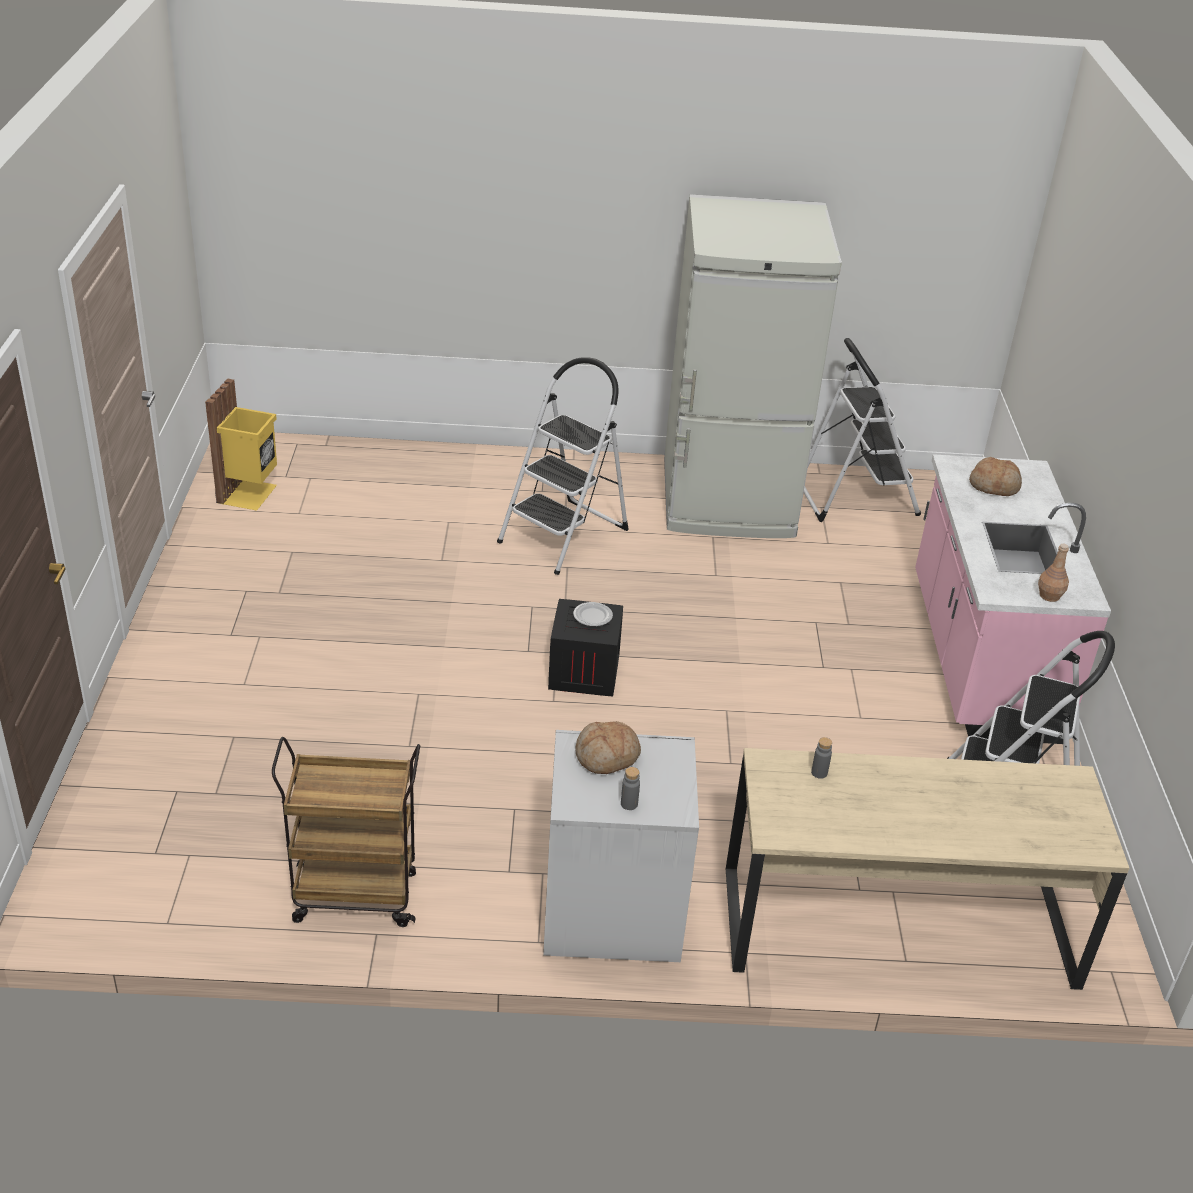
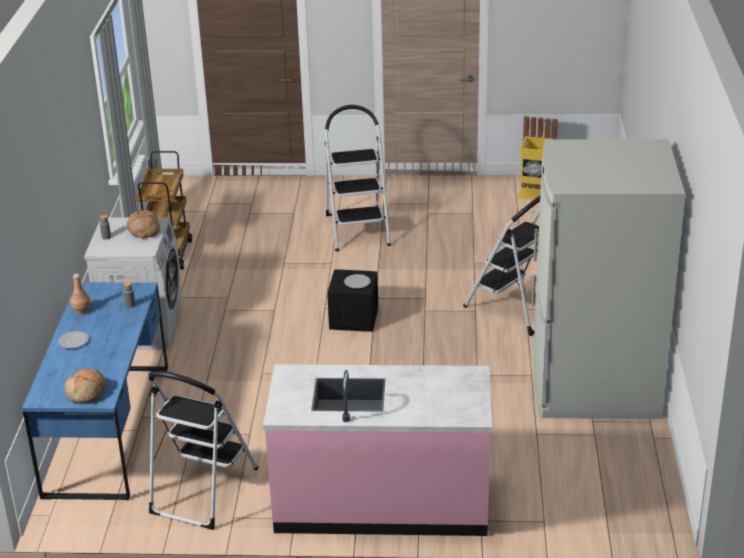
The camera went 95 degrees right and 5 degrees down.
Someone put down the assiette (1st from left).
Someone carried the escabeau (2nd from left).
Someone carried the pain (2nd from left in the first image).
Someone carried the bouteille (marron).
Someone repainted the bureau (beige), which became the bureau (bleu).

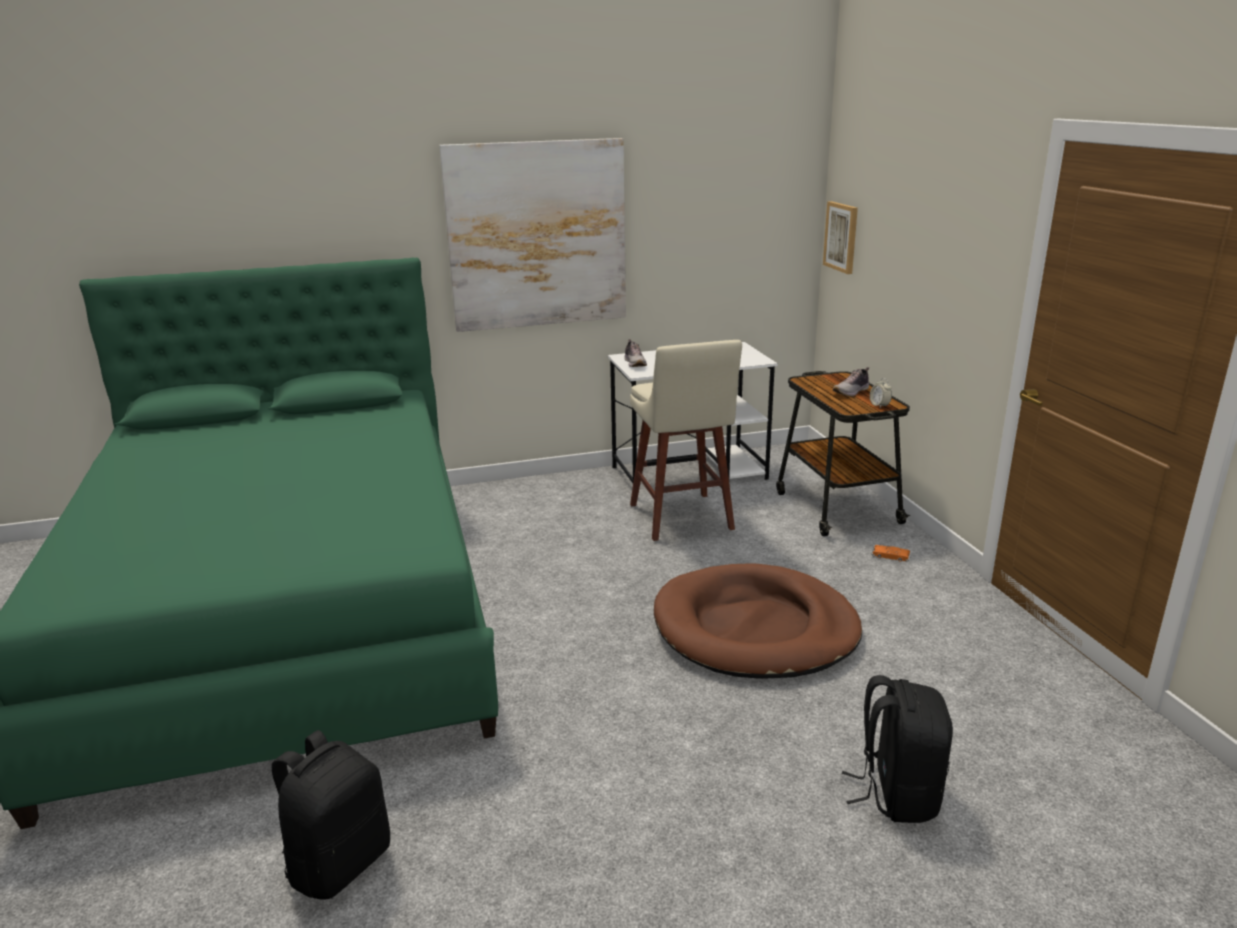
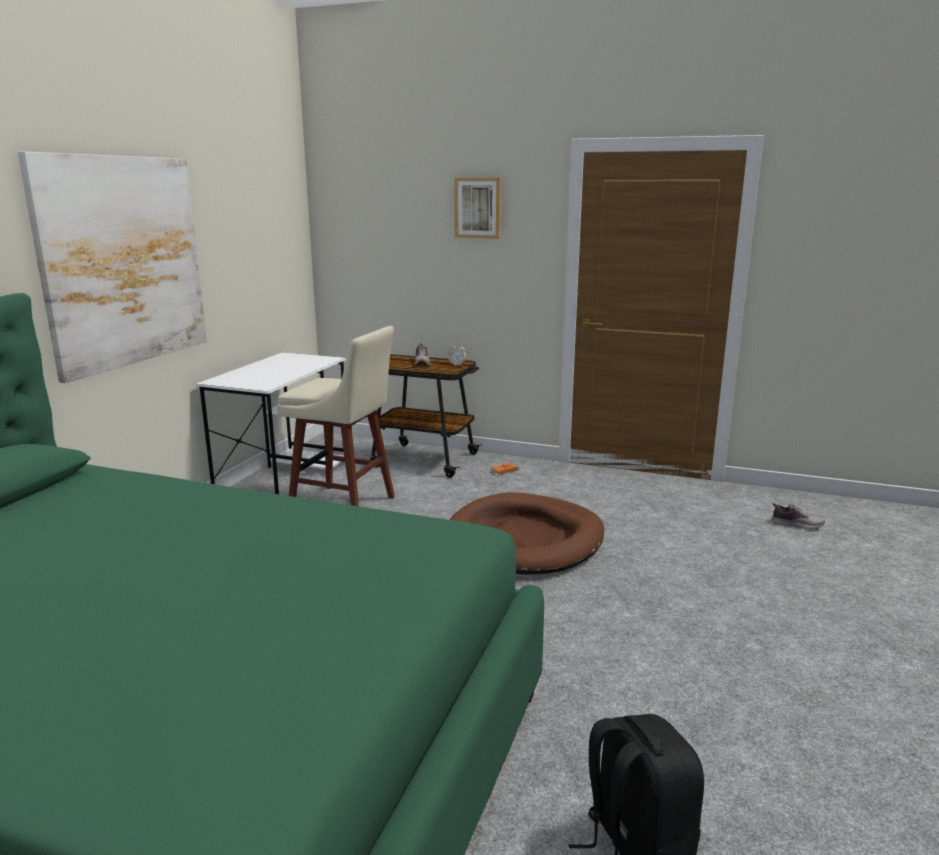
The camera went 55 degrees left and 5 degrees down.
Someone took away the sac à dos (noir) (2nd from left).
Someone carried the chaussure (1st from left in the first image).
Someone carried the tableau (2nd from left).

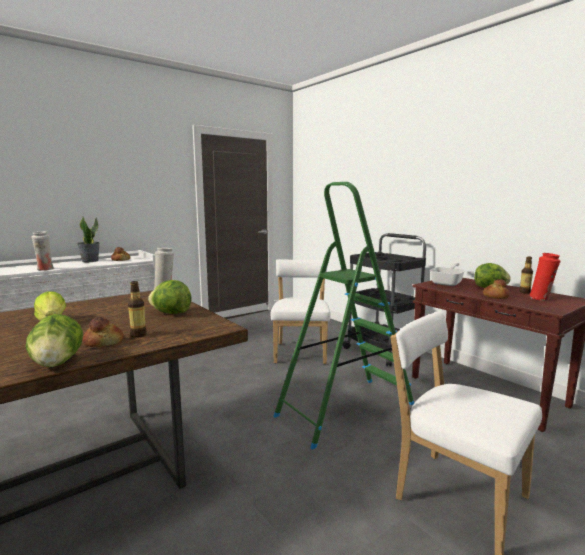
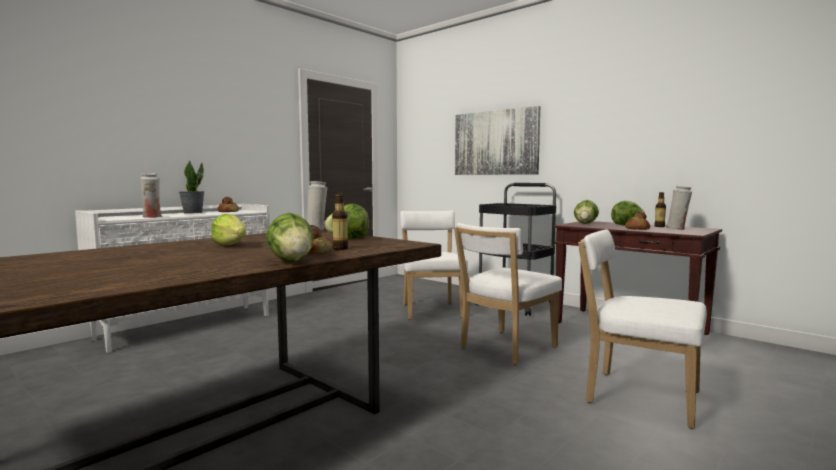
The camera went 10 degrees left and 5 degrees down.
Someone put up the tableau.
Someone swapped the escabeau (vert) for the chaise (blanc) (2nd from left).
Someone swapped the poêle for the laitue (4th from left).
Someone repainted the vase (rouge), which became the vase (blanc) (3rd from left).

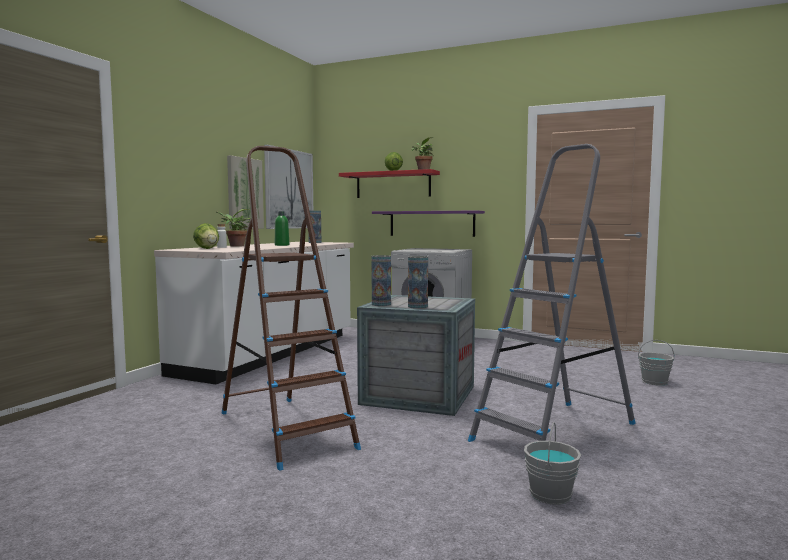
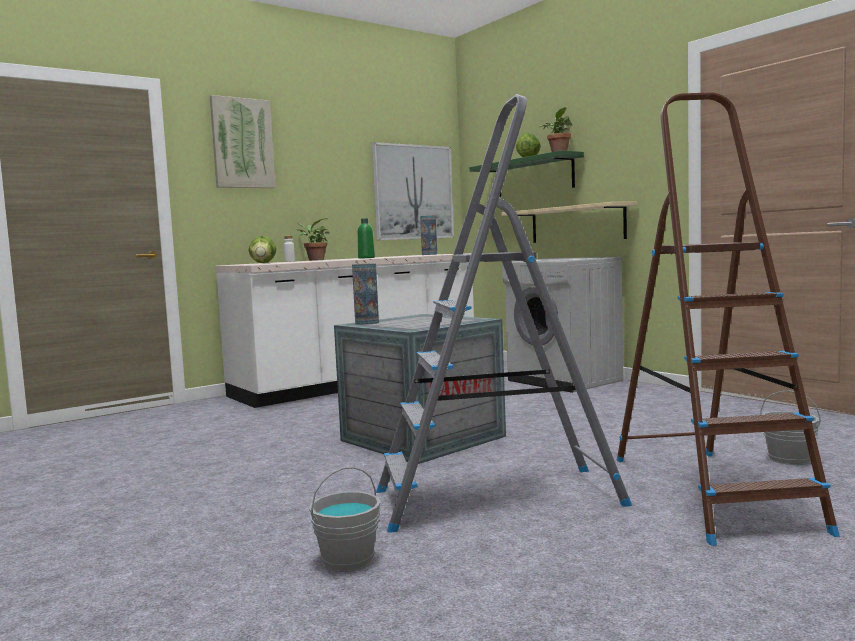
The camera went 30 degrees right and 0 degrees up.
Someone took away the vase (3rd from left).
Someone carried the escabeau (marron).
Someone carried the tableau (1st from left).
Someone repainted the étagère (rouge), which became the étagère (vert).
Someone repainted the étagère (violet), which became the étagère (beige).

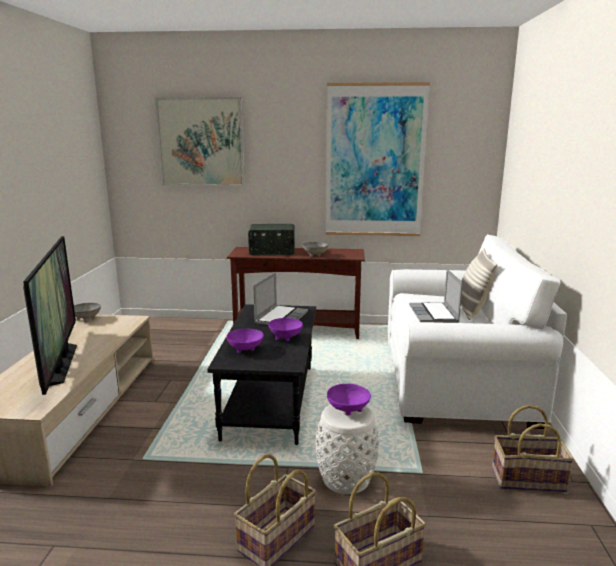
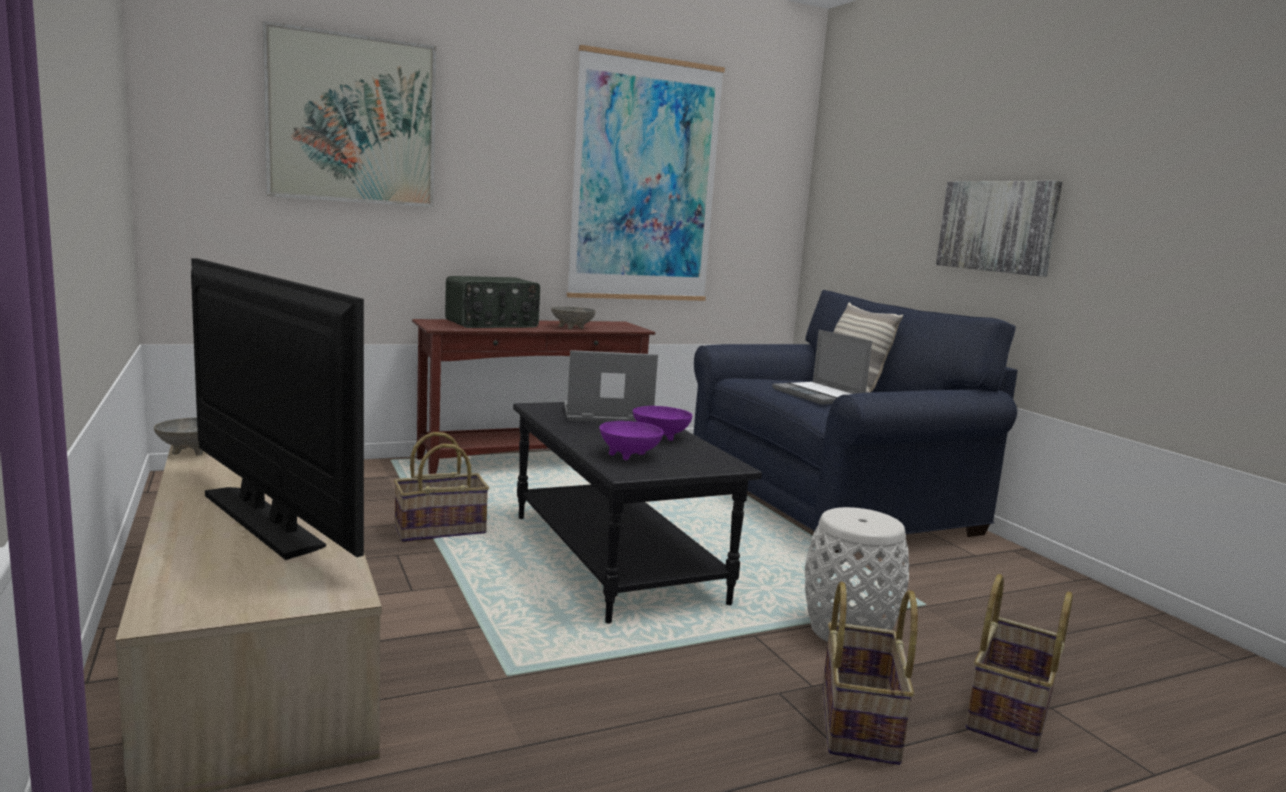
The camera went 30 degrees left and 5 degrees down.
Someone took away the bol (violet) (3rd from left).
Someone put up the tableau (3rd from left).
Someone carried the panier (3rd from left in the first image).
Someone repainted the canapé (blanc), which became the canapé (bleu).
Someone rotated the ordinateur portable (1st from left) by 90 degrees counterclockwise.

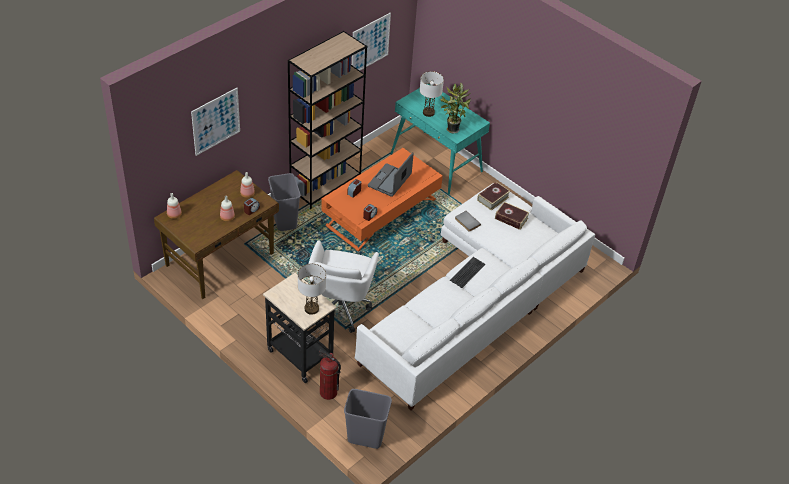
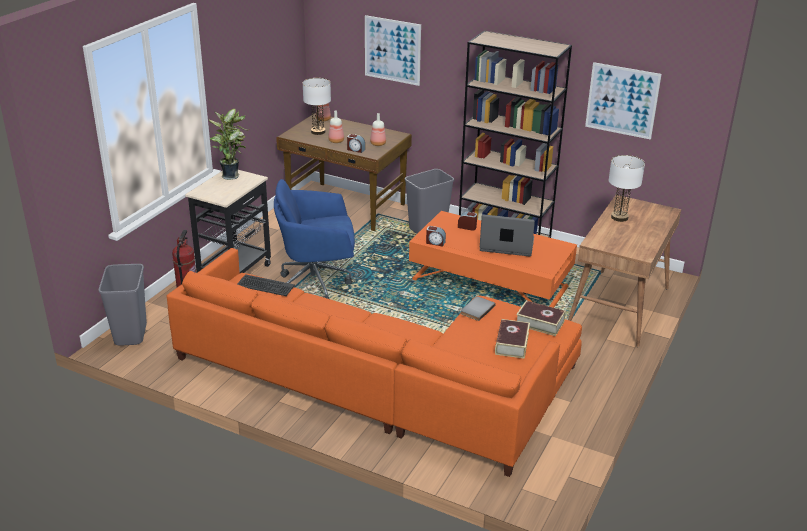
The camera went 75 degrees right and 15 degrees down.
Someone carried the lampe de table (1st from left).
Someone carried the plante en pot.
Someone carried the clavier.
Someone repainted the chaise de bureau (blanc), which became the chaise de bureau (bleu).
Someone repainted the canapé (blanc), which became the canapé (orange).
Someone repainted the bureau (turquoise), which became the bureau (marron) (2nd from left).

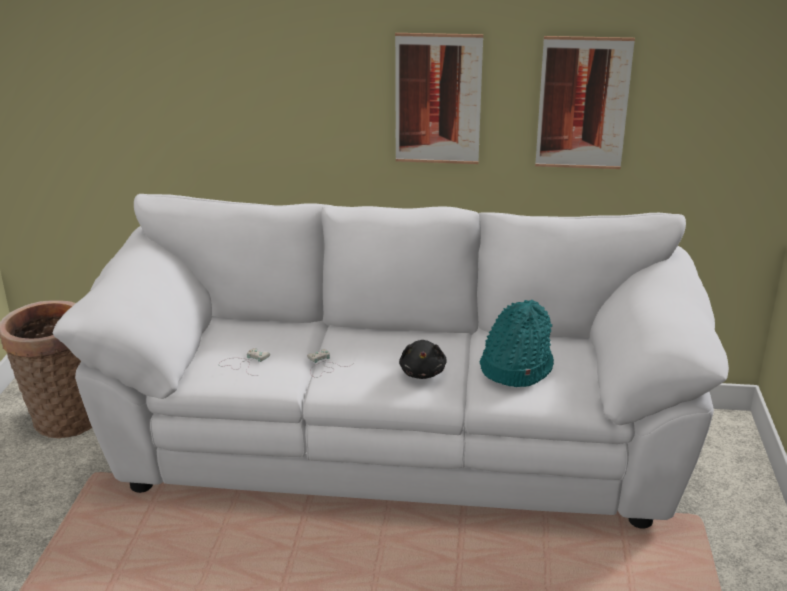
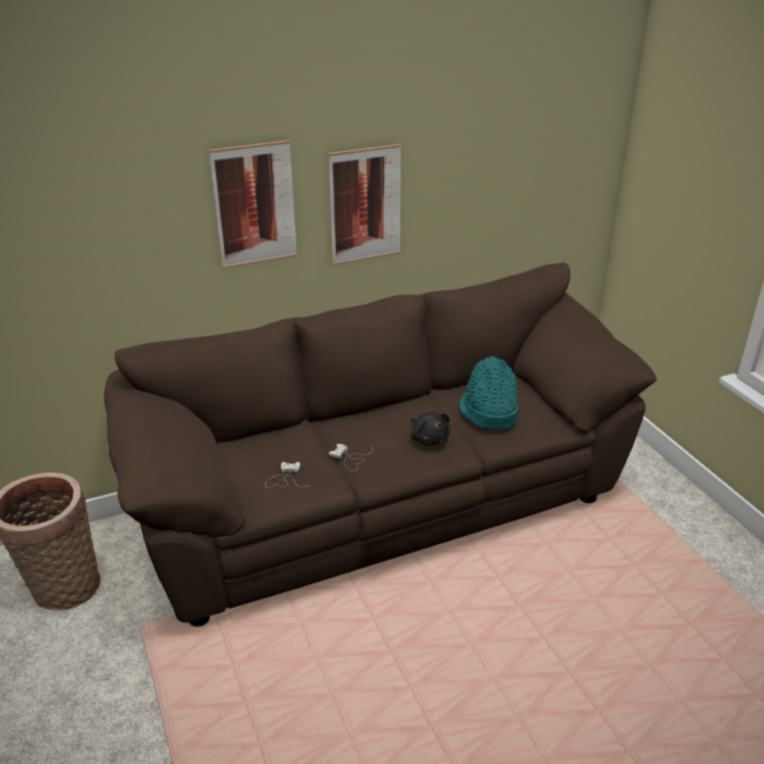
The camera went 30 degrees left and 5 degrees up.
Someone carried the tableau (2nd from left in the first image).
Someone repainted the canapé (blanc), which became the canapé (marron).

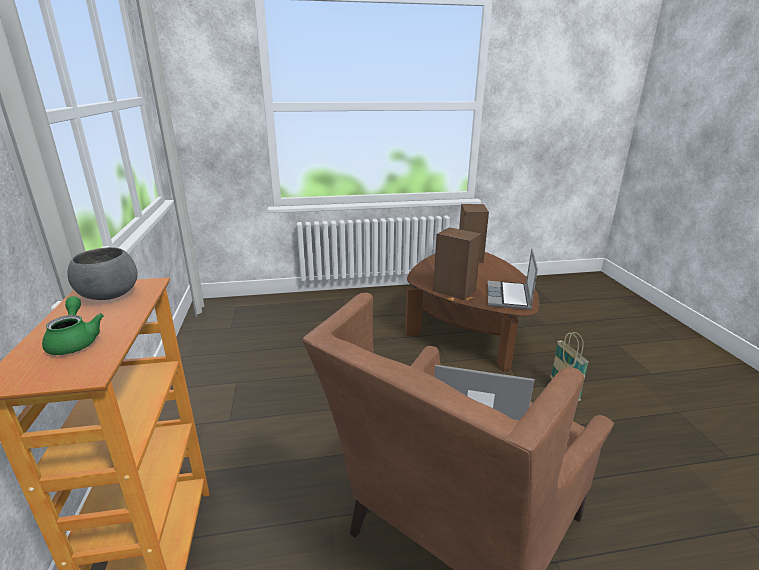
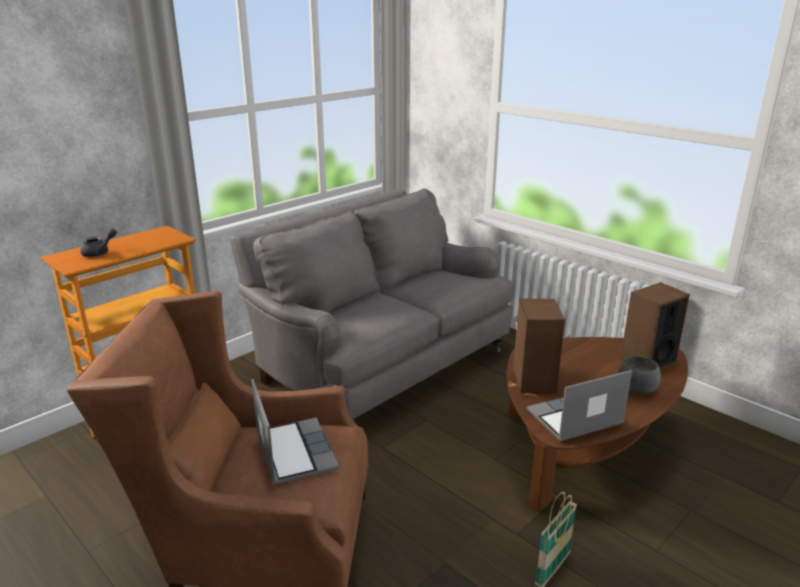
The camera went 55 degrees right and 0 degrees up.
Someone put down the canapé (gris).
Someone carried the bol (gris).
Someone repainted the théière (vert), which became the théière (gris).

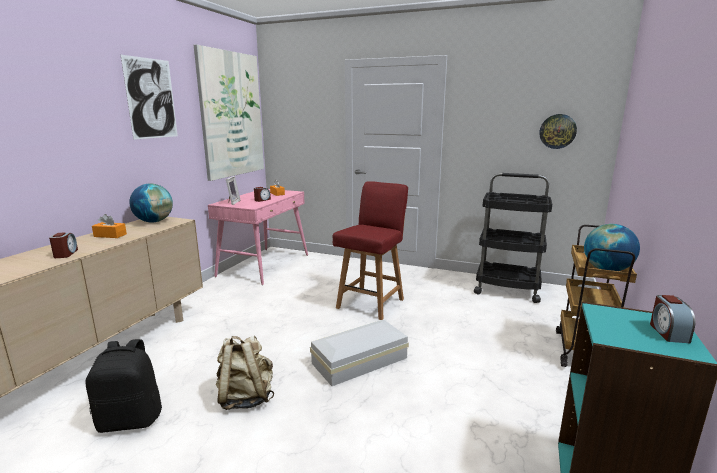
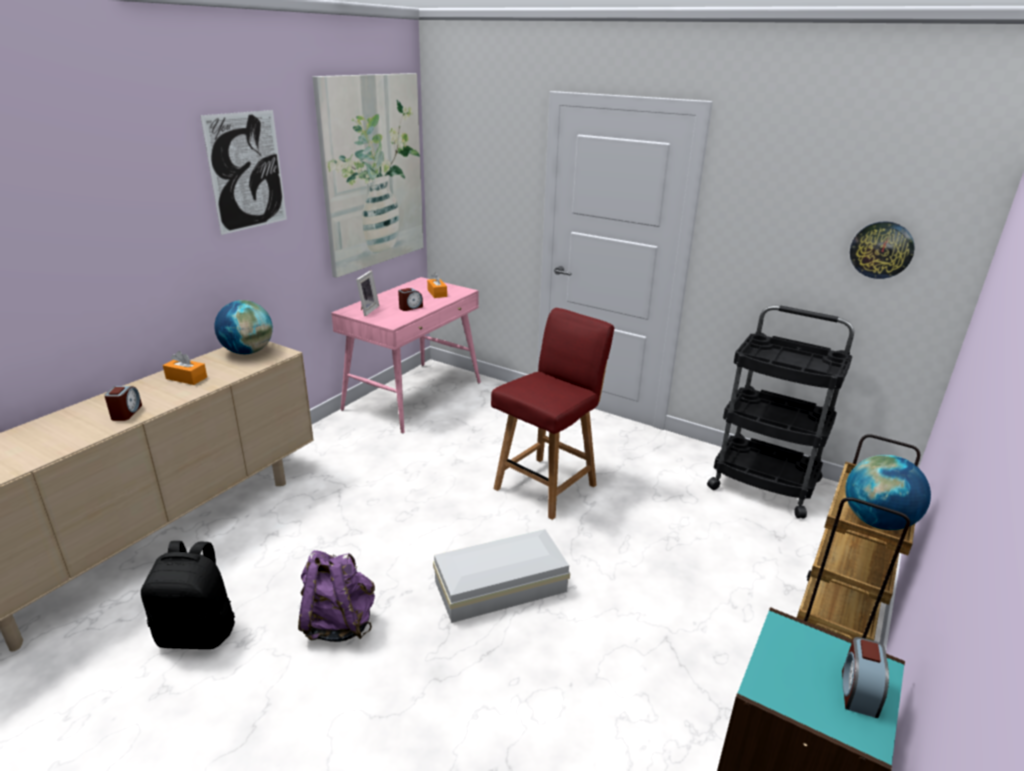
The camera went 10 degrees right and 10 degrees up.
Someone repainted the sac à dos (beige), which became the sac à dos (violet).

